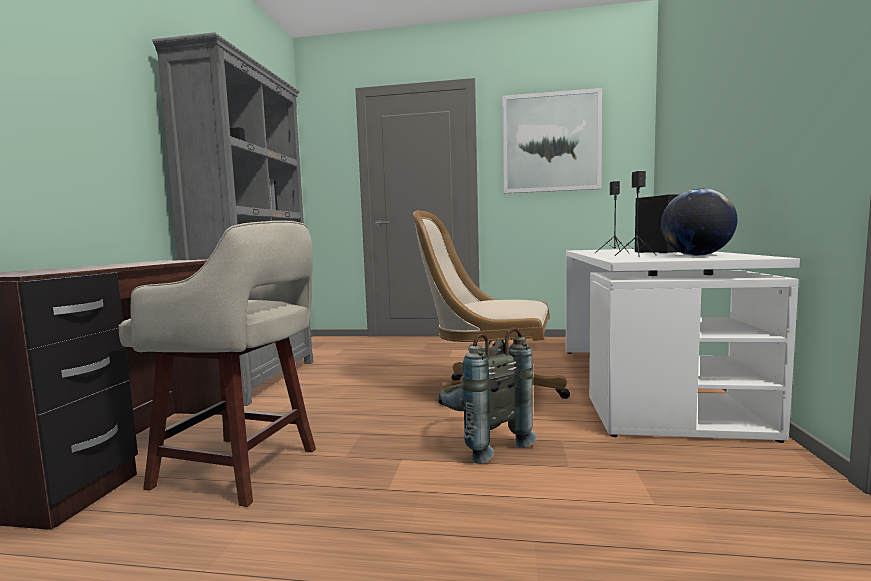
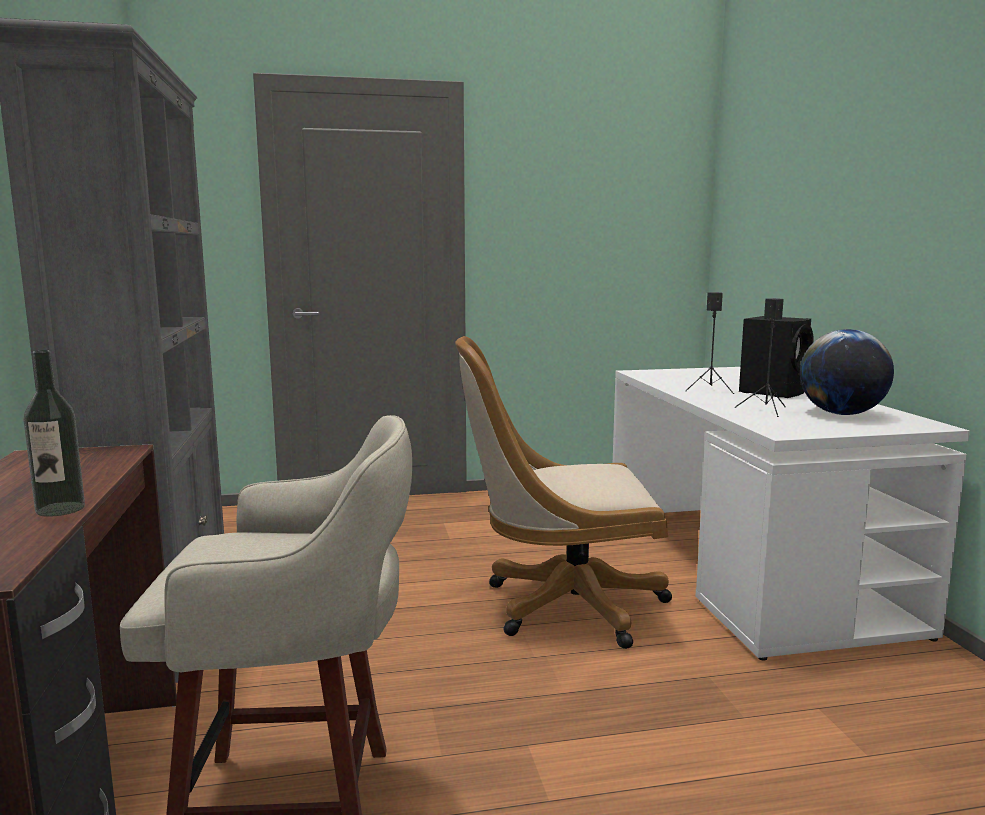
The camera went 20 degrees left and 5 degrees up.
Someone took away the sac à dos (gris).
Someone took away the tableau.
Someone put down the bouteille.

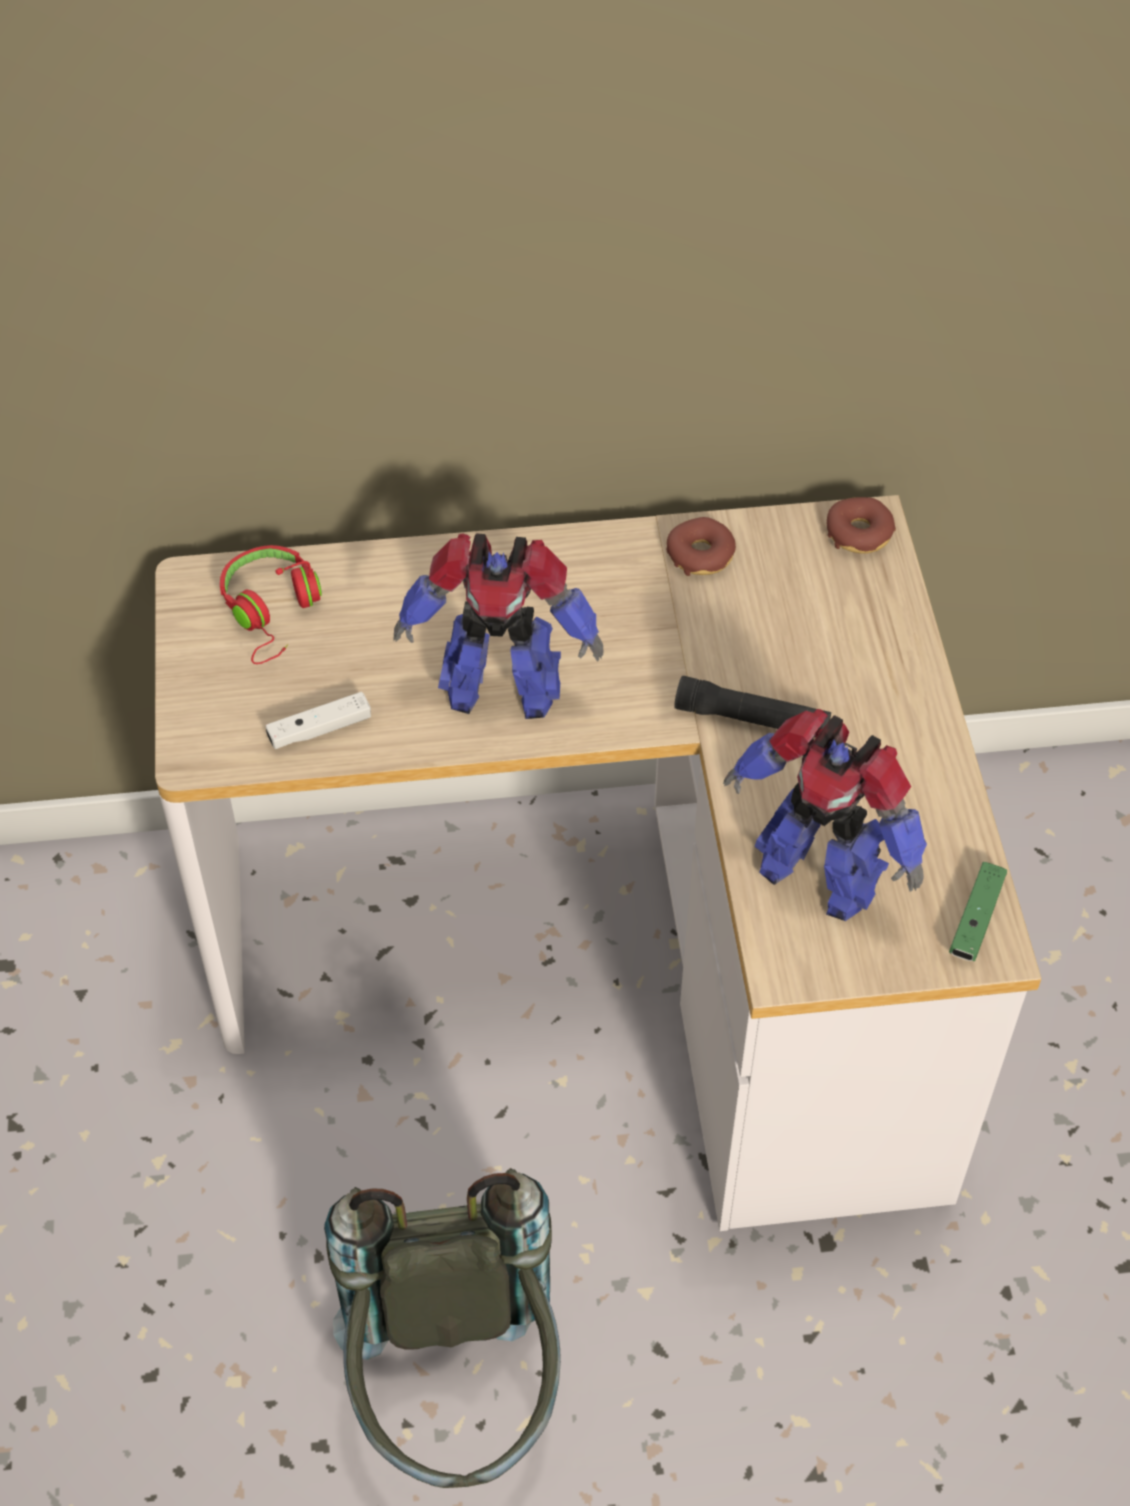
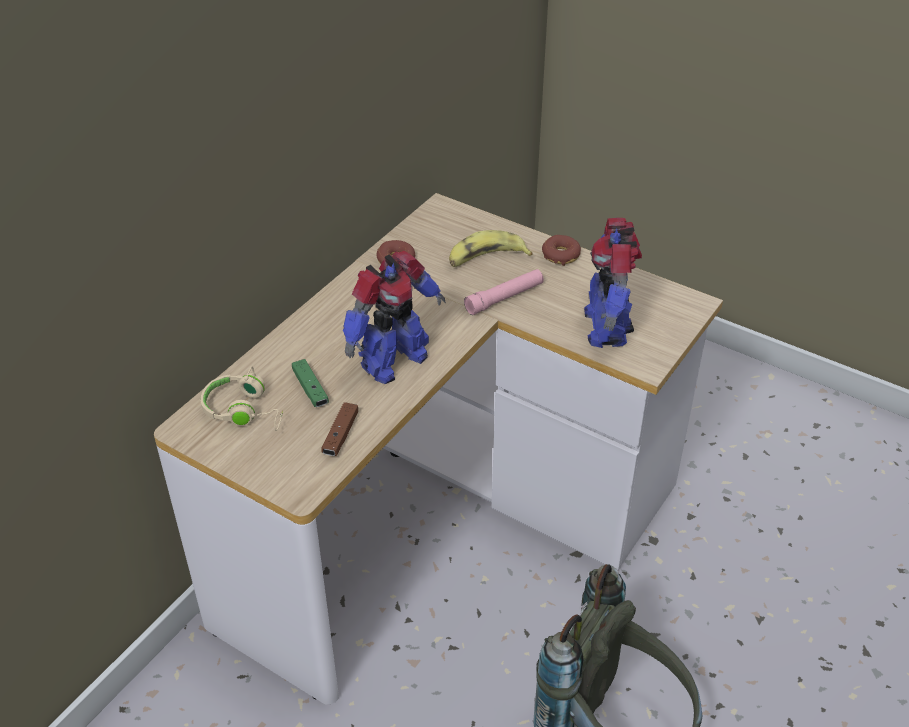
The camera went 50 degrees left and 10 degrees down.
Someone put down the banane.
Someone carried the beignet (2nd from left).
Someone carried the manette (vert).
Someone repainted the casque audio (rouge), which became the casque audio (beige).
Someone repainted the manette (blanc), which became the manette (marron).
Someone repainted the lampe de poche (noir), which became the lampe de poche (rose).
Someone rotated the robot jouet (2nd from left) by 105 degrees clockwise.

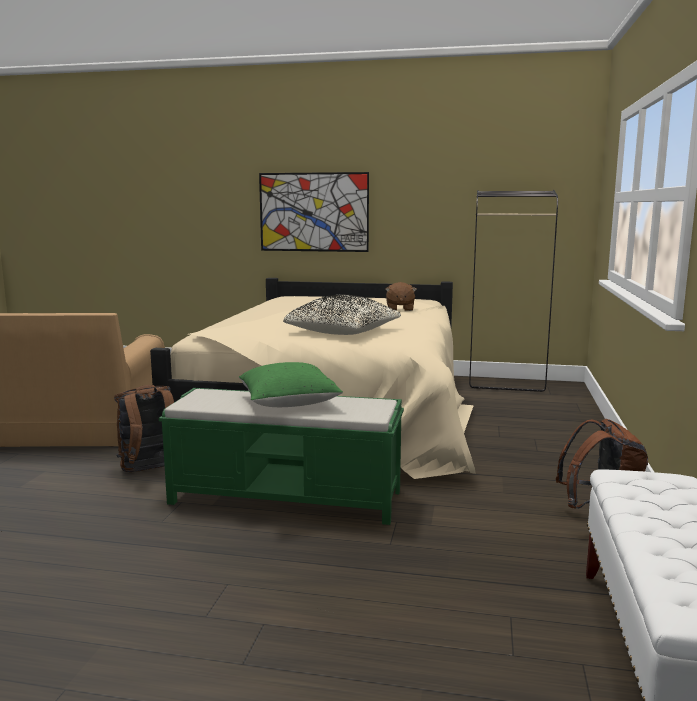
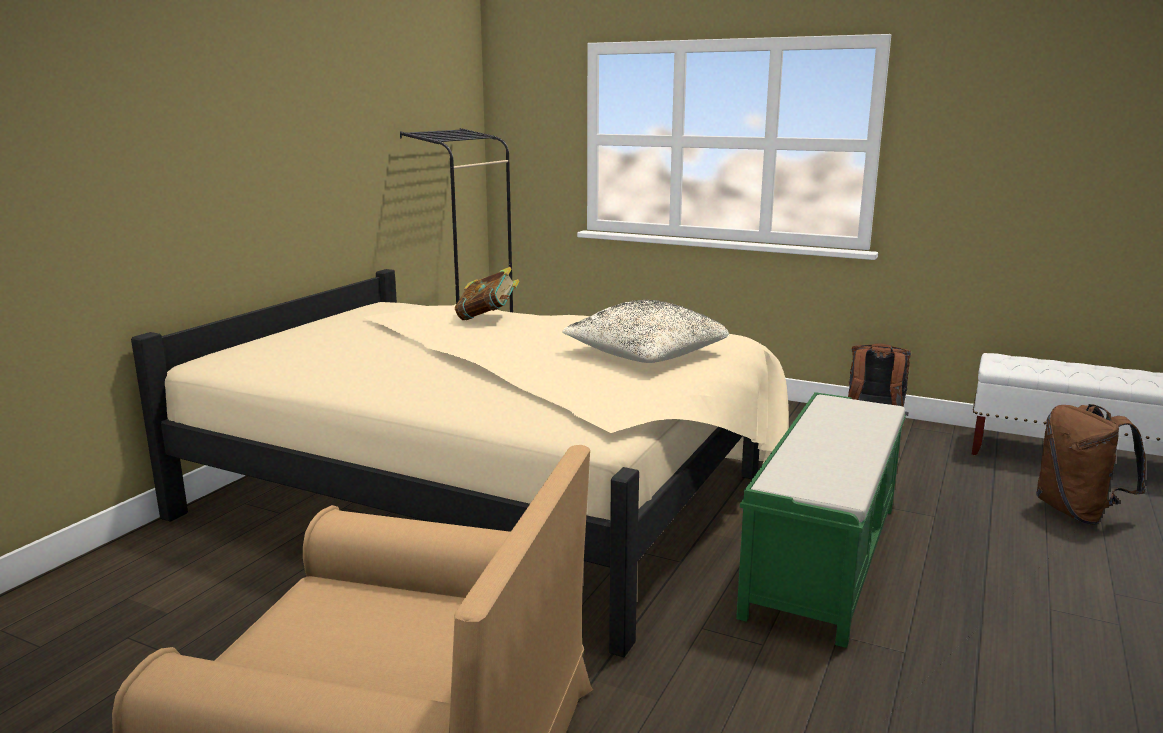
The camera went 75 degrees left and 5 degrees up.
Someone took away the coussin (vert).
Someone took away the tableau.
Someone carried the sac à dos (marron) (1st from left in the first image).
Someone swapped the peluche (marron) for the livre.

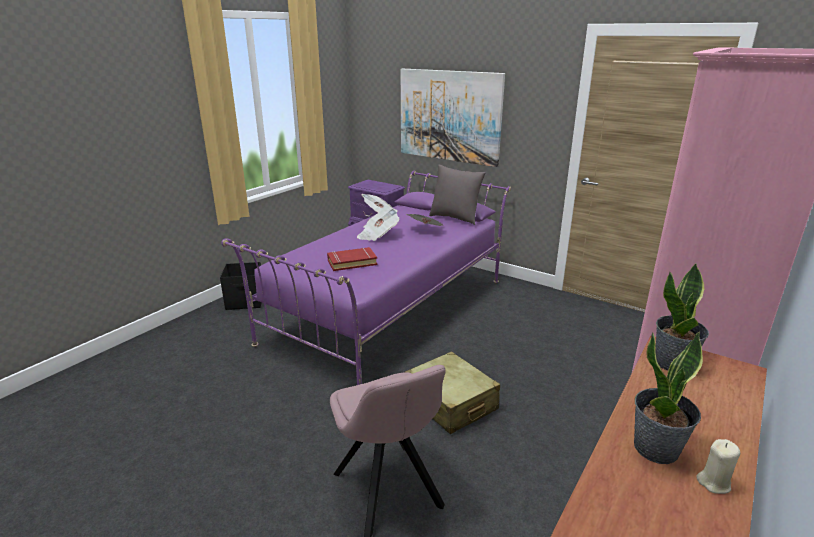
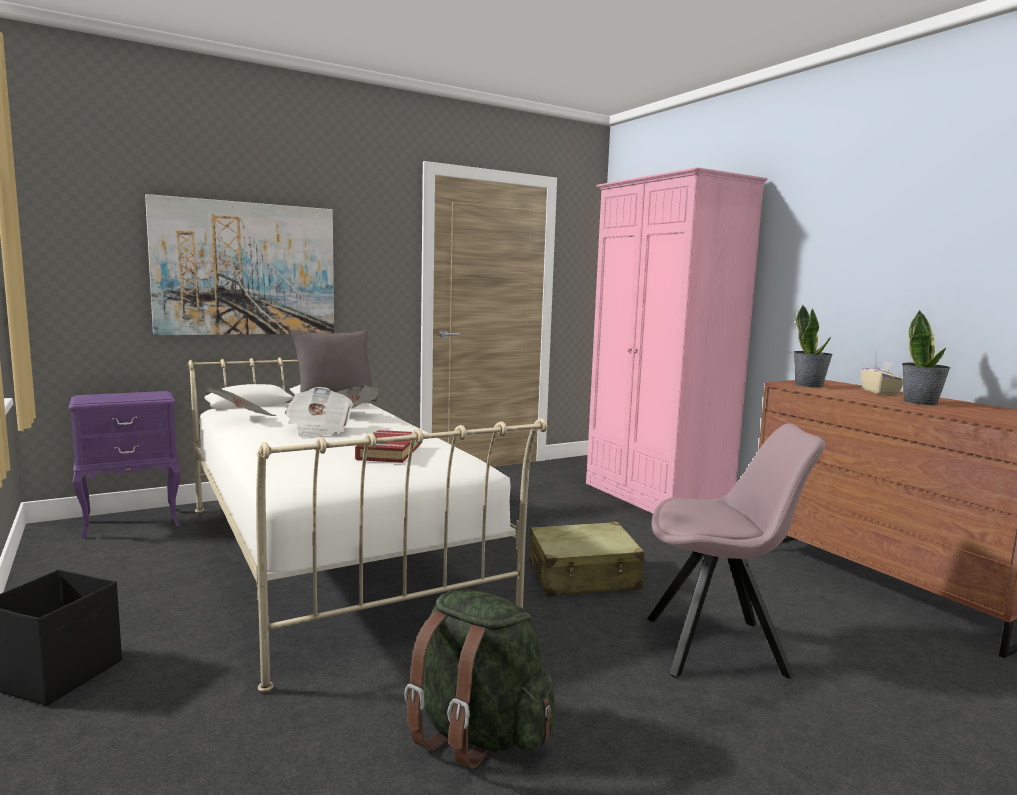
The camera went 65 degrees left and 15 degrees down.
Someone took away the bougie (beige).
Someone put down the sac à dos (vert).
Someone put down the boîte à mouchoirs (beige).
Someone repainted the lit (violet), which became the lit (blanc).

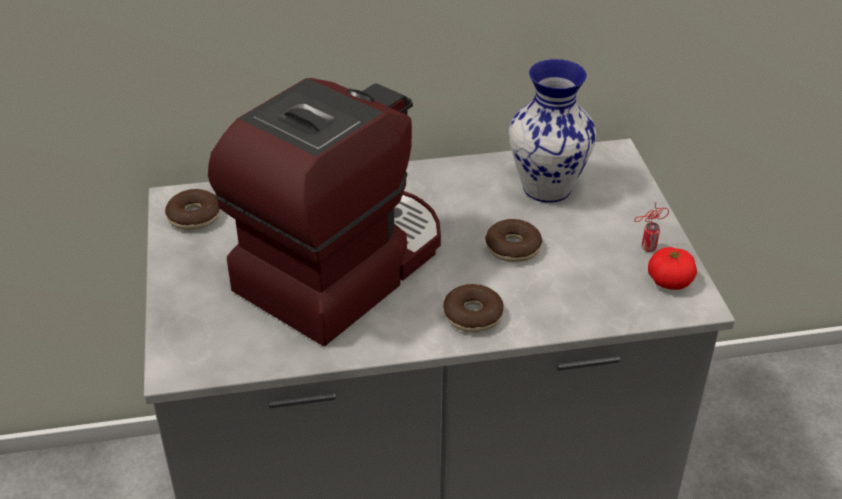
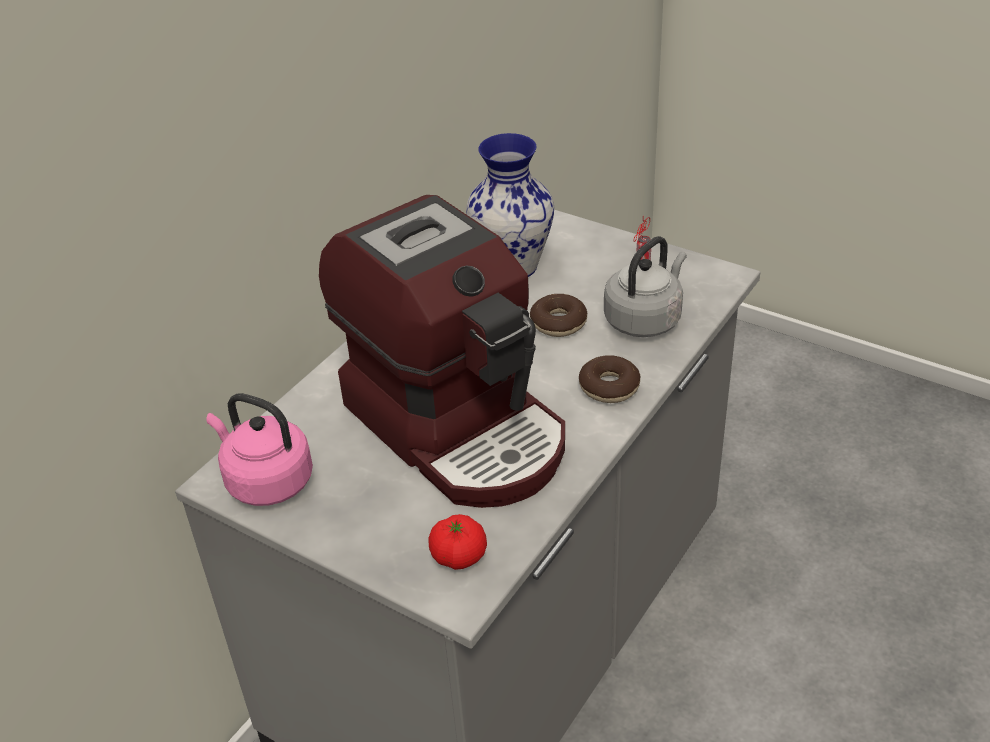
The camera went 45 degrees left and 0 degrees up.
Someone put down the bouilloire (gris).
Someone carried the tomate.
Someone swapped the beignet (1st from left) for the bouilloire (rose).
Someone rotated the machine à café by 150 degrees clockwise.

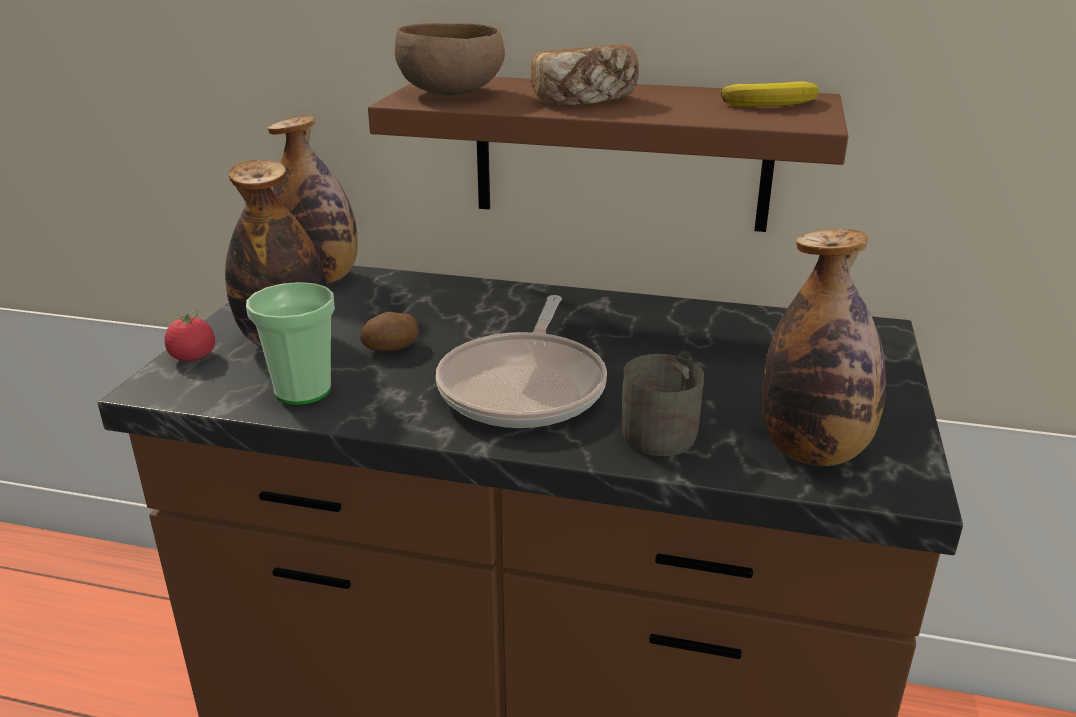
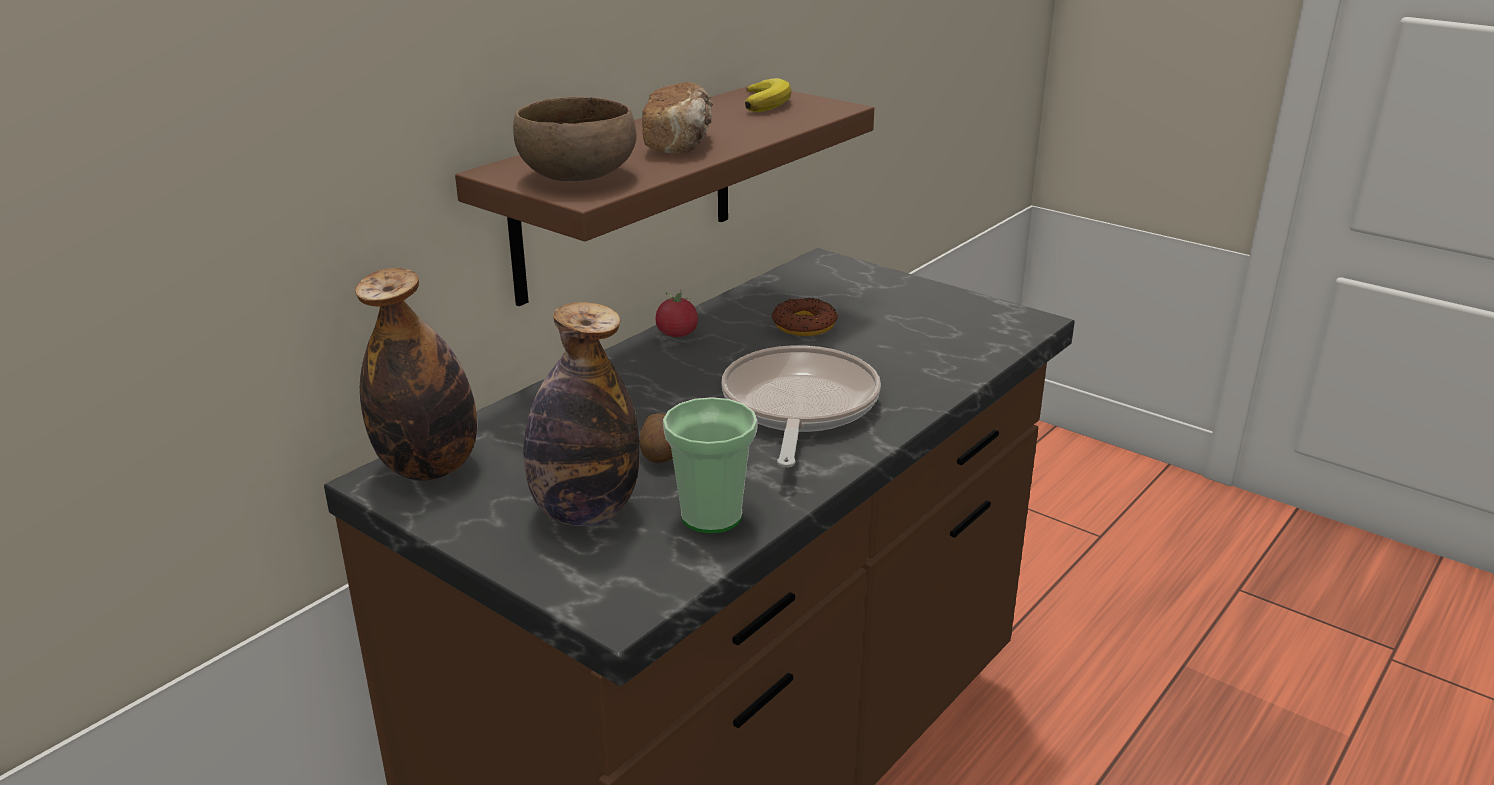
The camera went 65 degrees left and 0 degrees up.
Someone took away the mug (gris).
Someone took away the bouteille (3rd from left).
Someone put down the beignet.
Someone carried the tomate.
Someone rotated the poêle by 120 degrees counterclockwise.

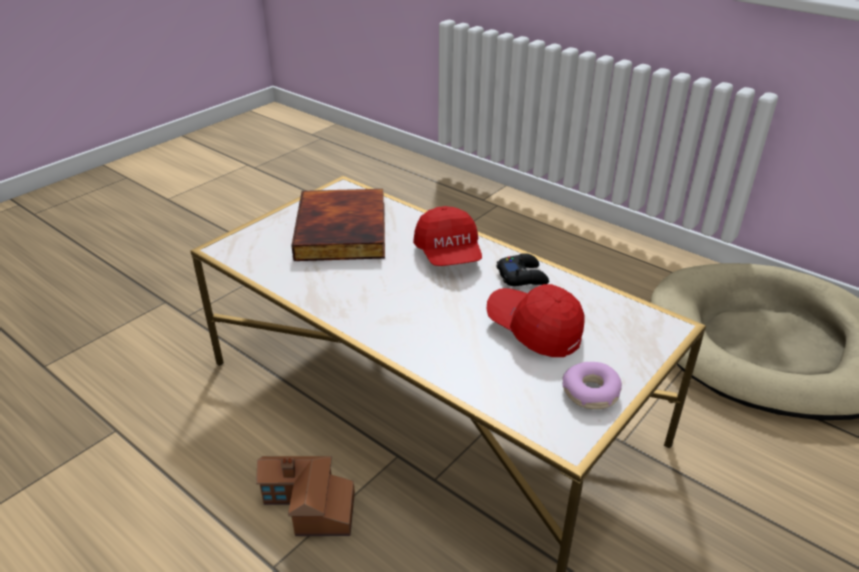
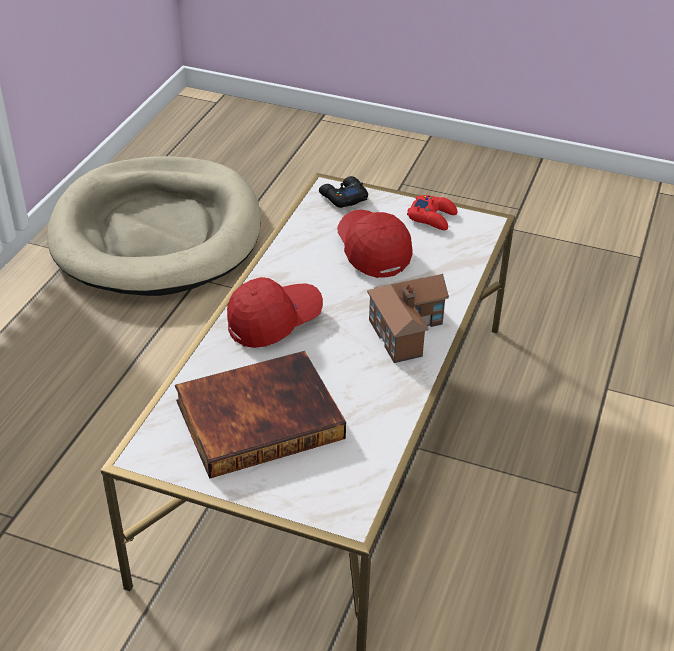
The camera went 110 degrees left and 5 degrees up.
Someone carried the maison miniature.
Someone carried the manette (noir).
Someone swapped the beignet for the manette (rouge).
Someone rotated the casquette (rouge) (2nd from left) by 135 degrees clockwise.

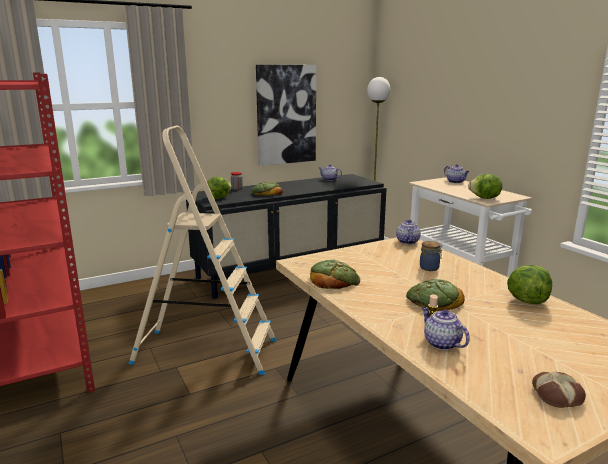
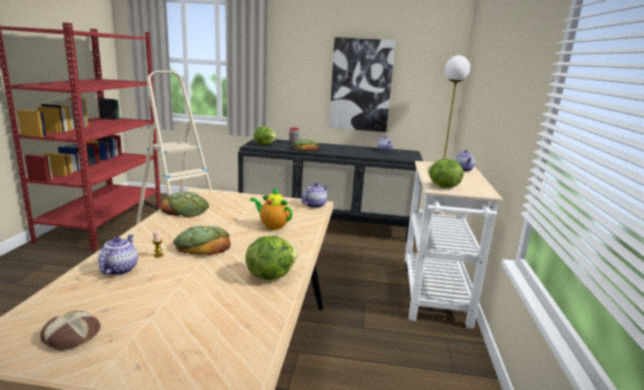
The camera went 35 degrees right and 0 degrees up.
Someone swapped the bocal (2nd from left) for the théière (2nd from left).

